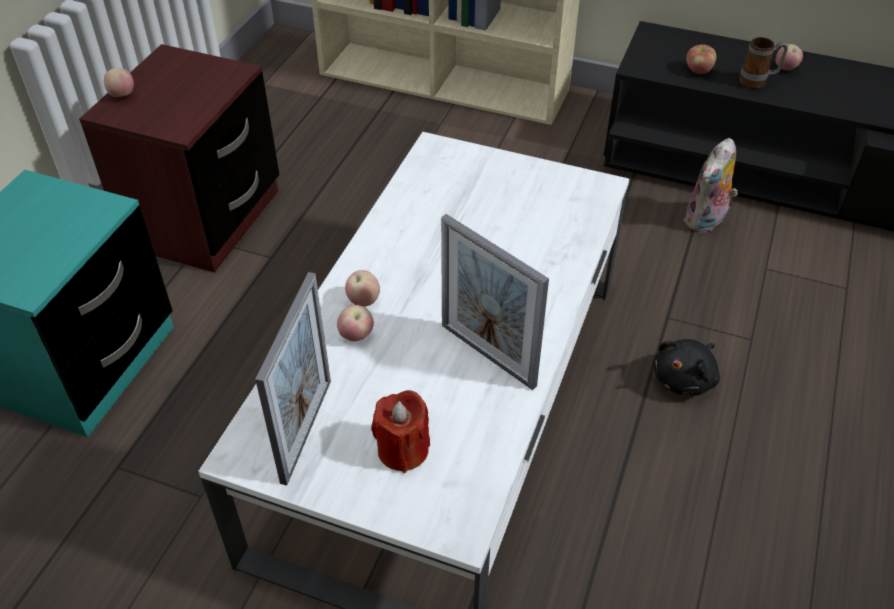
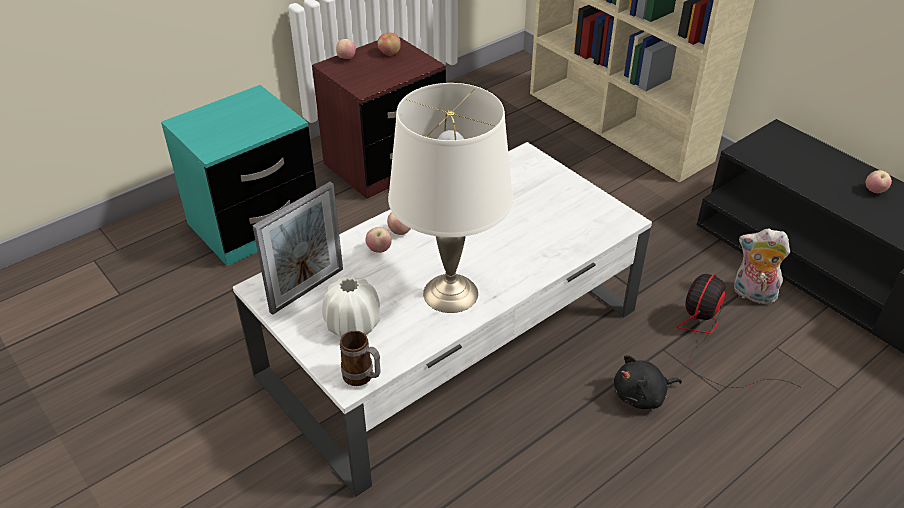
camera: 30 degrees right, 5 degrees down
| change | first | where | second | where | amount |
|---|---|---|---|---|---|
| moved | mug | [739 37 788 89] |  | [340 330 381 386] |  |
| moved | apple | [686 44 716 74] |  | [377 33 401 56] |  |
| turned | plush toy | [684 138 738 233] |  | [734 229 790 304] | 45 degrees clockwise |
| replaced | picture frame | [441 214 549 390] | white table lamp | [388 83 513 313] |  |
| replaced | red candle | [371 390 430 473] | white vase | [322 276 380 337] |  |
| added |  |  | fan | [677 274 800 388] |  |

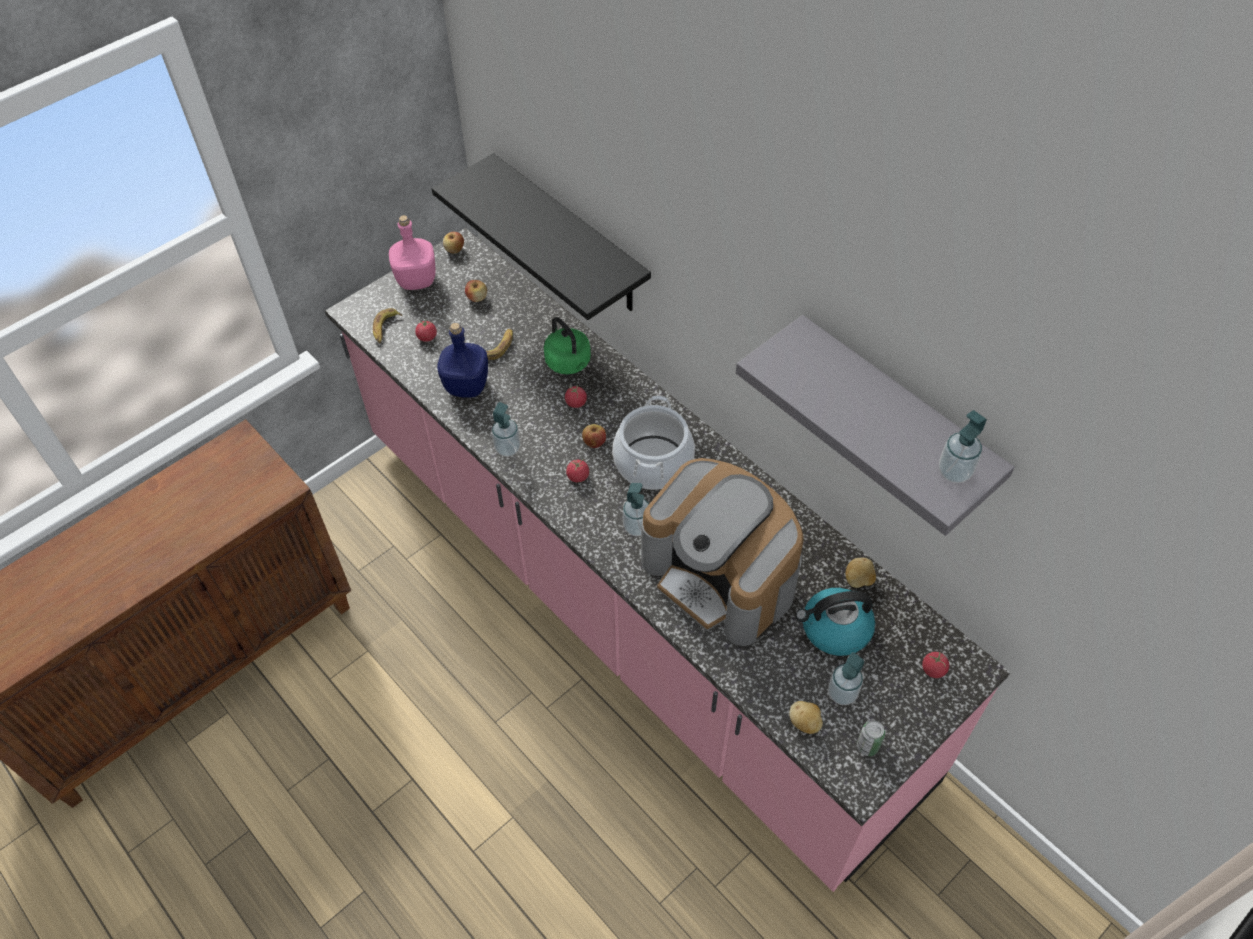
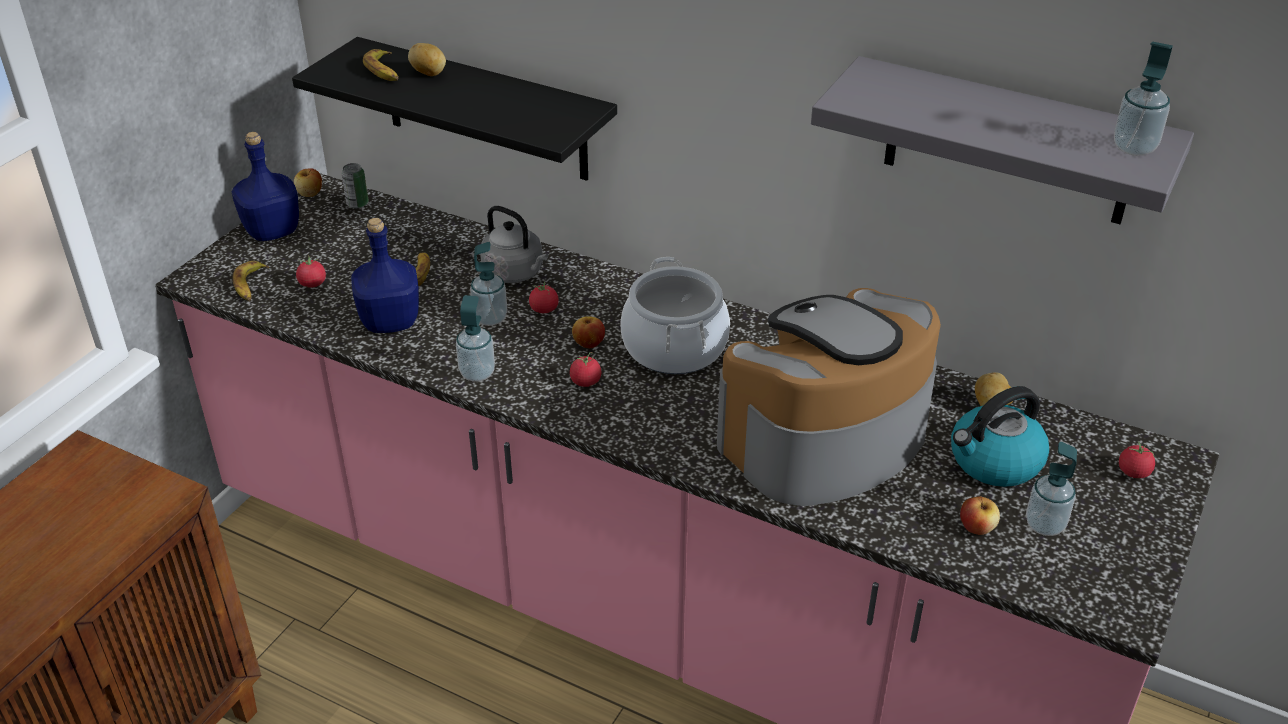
camera: 20 degrees left, 15 degrees down
| change | first | where | second | where | amount |
|---|---|---|---|---|---|
| recoloured | pink bottle | [389 215 436 290] | blue bottle | [232 132 299 241] |  |
| moved | apple | [465 280 487 302] |  | [960 496 1000 535] |  |
| recoloured | green kettle | [544 317 591 374] | grey kettle | [480 206 548 283] |  |
| turned | coffee machine | [641 458 804 646] |  | [717 288 941 506] | 120 degrees clockwise |
| moved | soap dispenser | [623 483 649 536] |  | [470 242 507 326] |  |
| moved | potato | [789 701 823 734] |  | [408 43 446 76] |  |
| moved | can | [857 721 885 756] |  | [342 163 369 208] |  |
| added |  |  | banana | [363 49 399 81] |  |

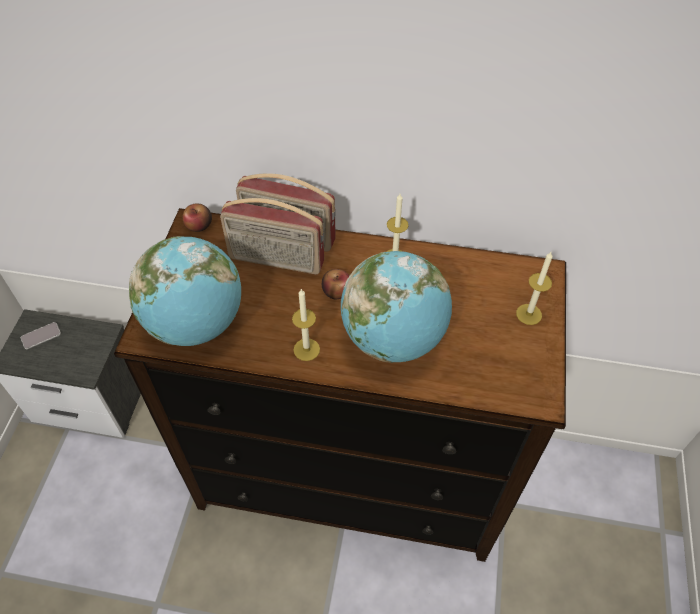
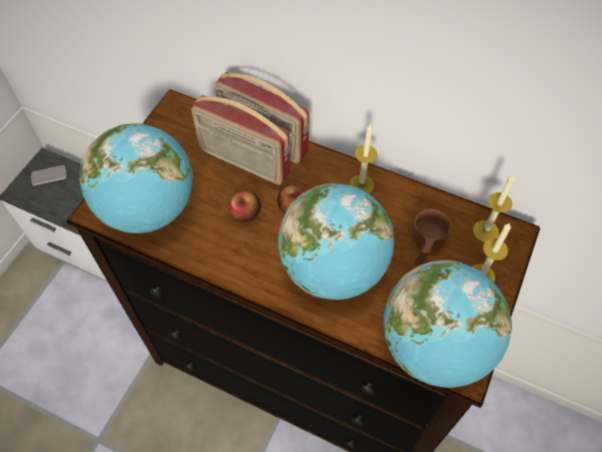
camera: 15 degrees right, 5 degrees up
| change | first | where | second | where | amount |
|---|---|---|---|---|---|
| moved | apple | [182 203 212 232] |  | [229 191 261 222] |  |
| moved | candle | [292 288 320 361] |  | [473 174 515 242] |  |
| added |  |  | brown cup | [412 209 452 265] |  |
| added |  |  | globe | [383 261 512 388] |  |

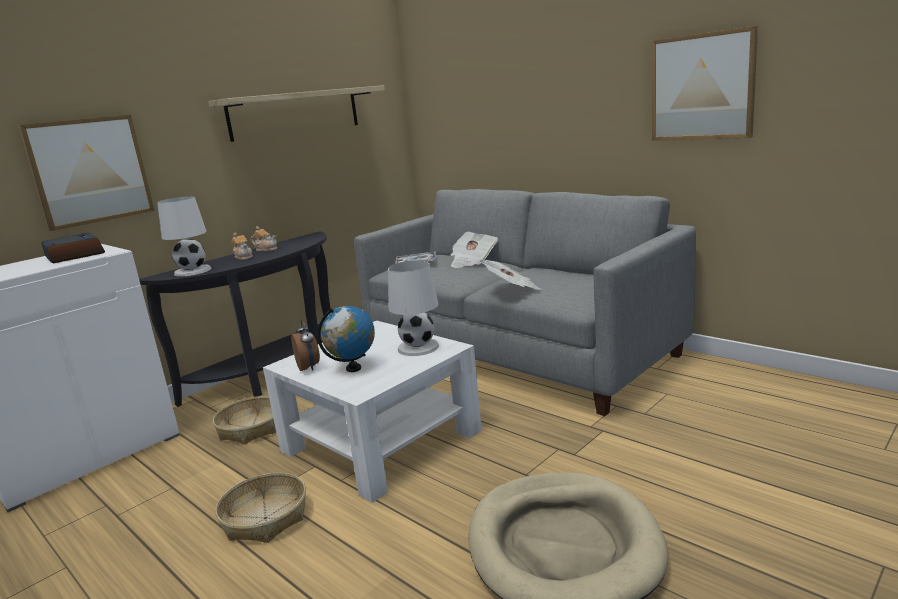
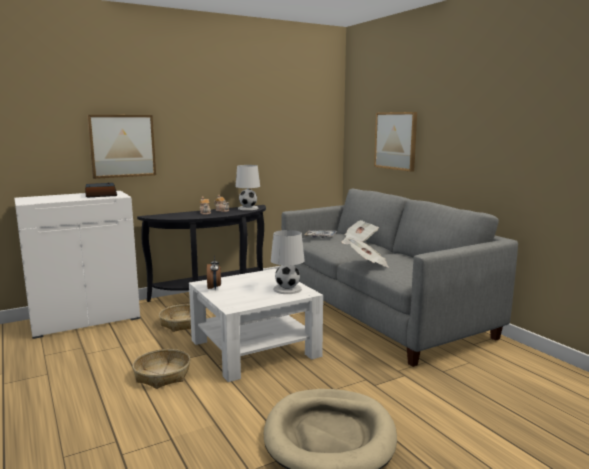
camera: 15 degrees right, 5 degrees down
| change | first | where | second | where | amount |
|---|---|---|---|---|---|
| moved | picture | [652 26 758 141] |  | [374 112 417 172] |  |
| removed | shelf | [208 85 385 142] |  |  |  |
| moved | white table lamp | [157 196 211 276] |  | [235 165 260 210] |  |
| removed | globe | [317 306 375 372] |  |  |  |

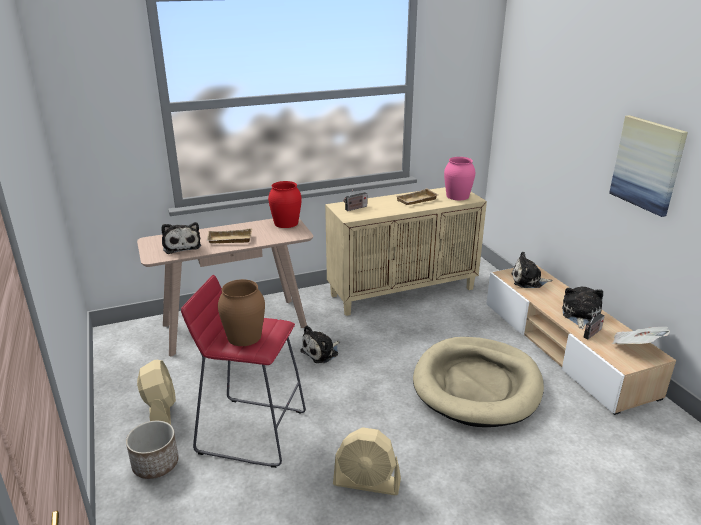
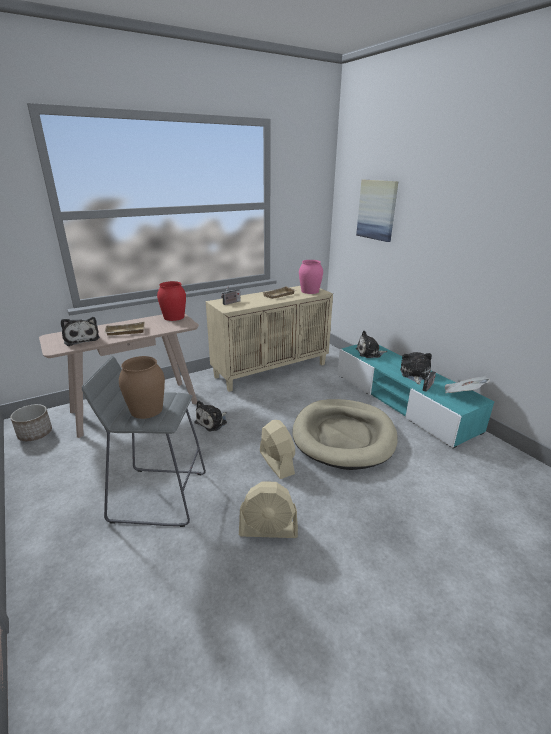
camera: 10 degrees left, 0 degrees up
| change | first | where | second | where | amount |
|---|---|---|---|---|---|
| moved | picture | [609 115 688 217] |  | [356 180 399 242] |  |
| recoloured | beige tv stand | [486 265 676 415] | turquoise tv stand | [337 344 495 449] |  |
| recoloured | red stool | [181 275 306 468] | grey stool | [82 356 206 527] |  |
| moved | beige fan | [137 360 176 425] |  | [260 420 295 479] |  |
| moved | planter | [126 421 179 479] |  | [10 404 52 441] |  |

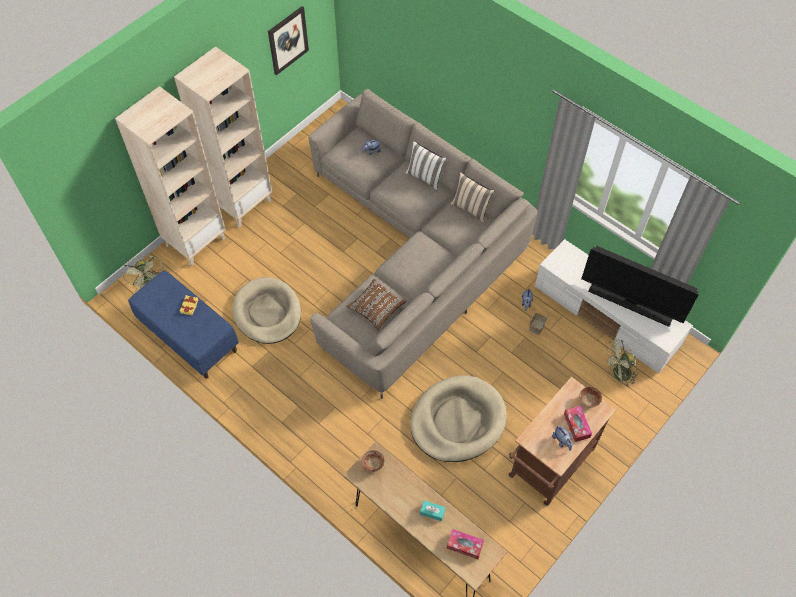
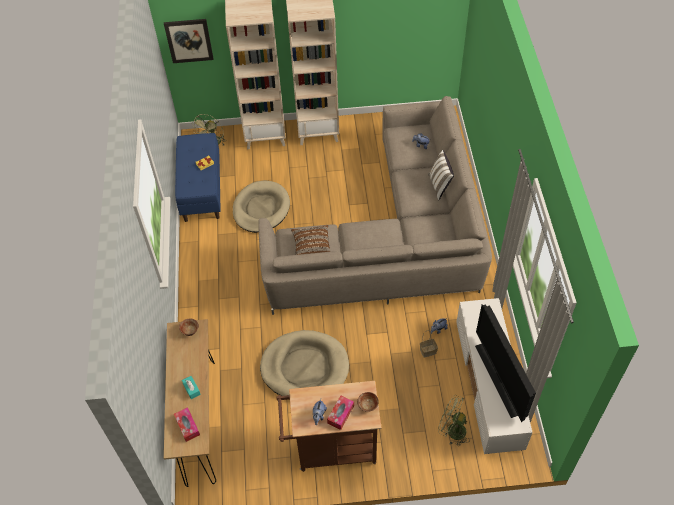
camera: 45 degrees right, 5 degrees down
| change | first | where | second | where | amount |
|---|---|---|---|---|---|
| moved | picture | [268 6 309 75] |  | [164 19 214 63] |  |
| removed | beige pillow | [451 172 495 223] |  |  |  |

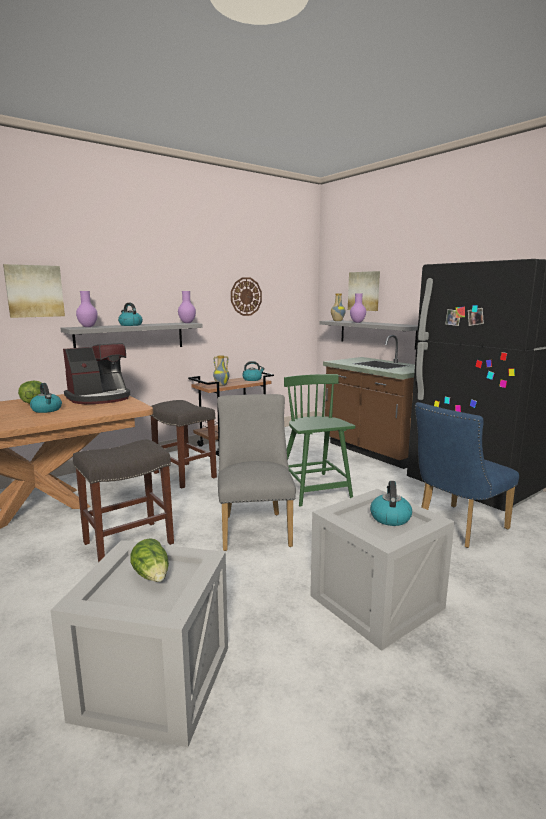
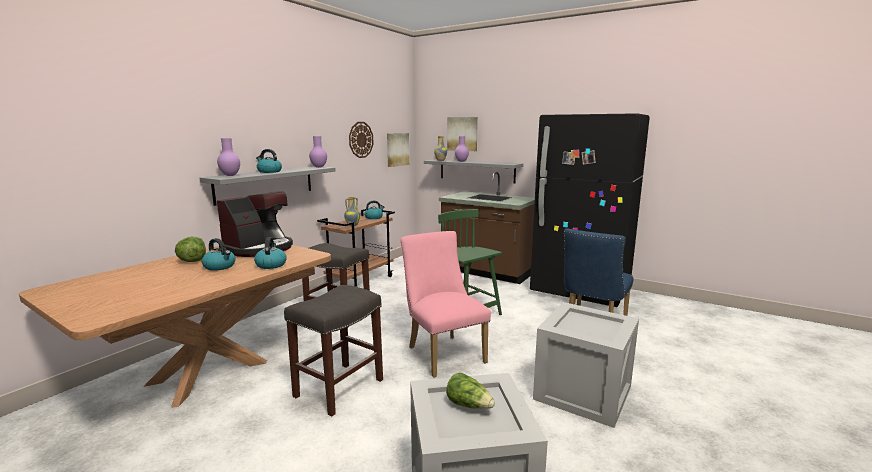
camera: 20 degrees left, 0 degrees up
| change | first | where | second | where | amount |
|---|---|---|---|---|---|
| moved | picture | [3 264 65 318] |  | [387 133 409 167] |  |
| recoloured | grey chair | [217 394 296 551] | pink chair | [401 231 491 378] |  |
| moved | kettle | [370 481 412 526] |  | [254 237 287 269] |  |

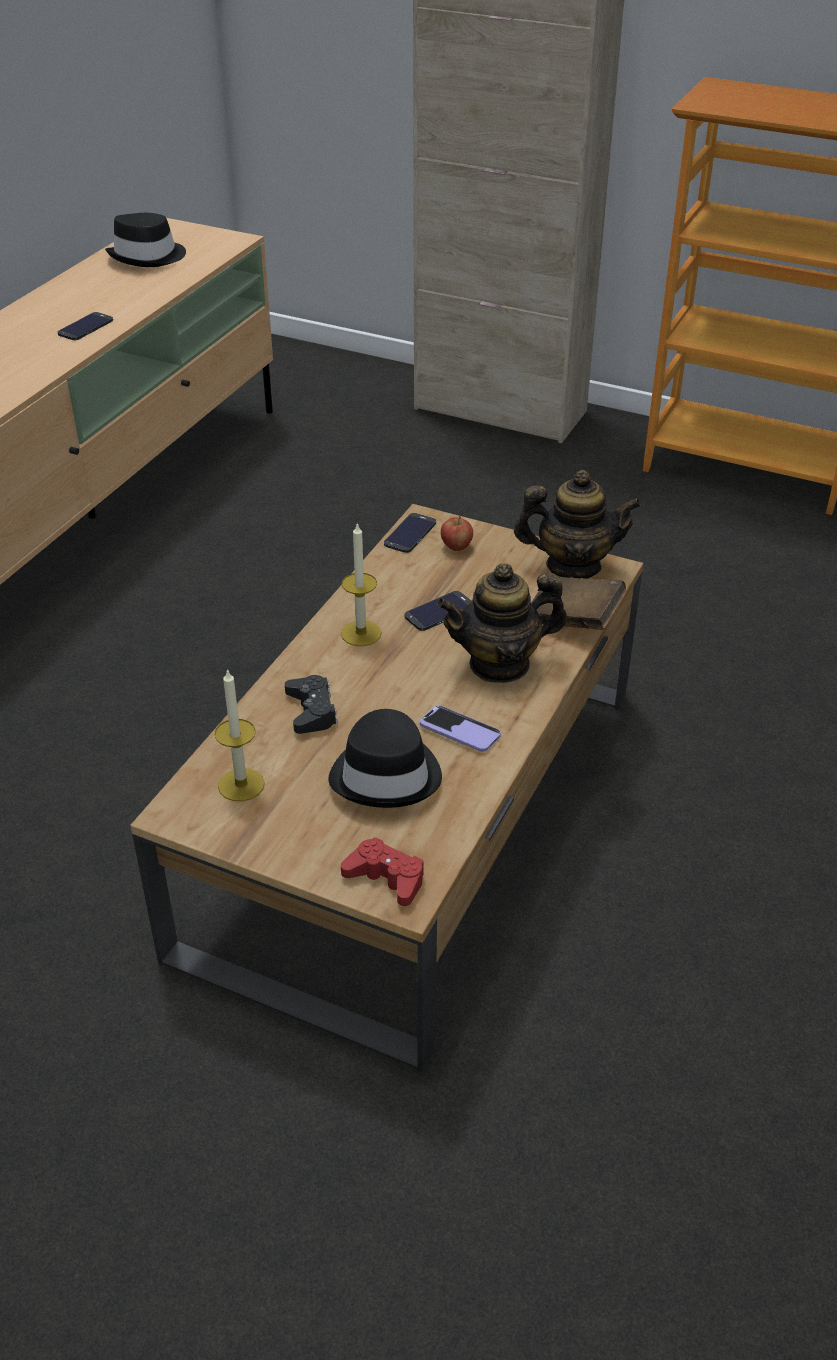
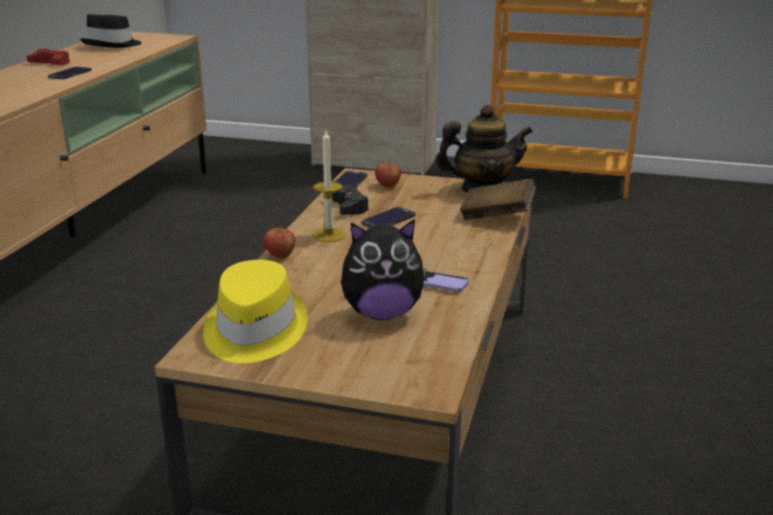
camera: 10 degrees left, 15 degrees down
| change | first | where | second | where | amount |
|---|---|---|---|---|---|
| removed | teapot | [437 563 567 683] |  |  |  |
| replaced | candle | [214 669 265 801] | yellow hat | [203 260 308 363] |  |
| moved | black game controller | [285 675 338 734] |  | [332 185 369 215] |  |
| replaced | black hat | [328 709 442 808] | plush toy | [341 219 427 320] |  |
| moved | red game controller | [341 837 423 906] |  | [27 49 70 65] |  |
| added |  |  | apple | [263 224 295 259] |  |

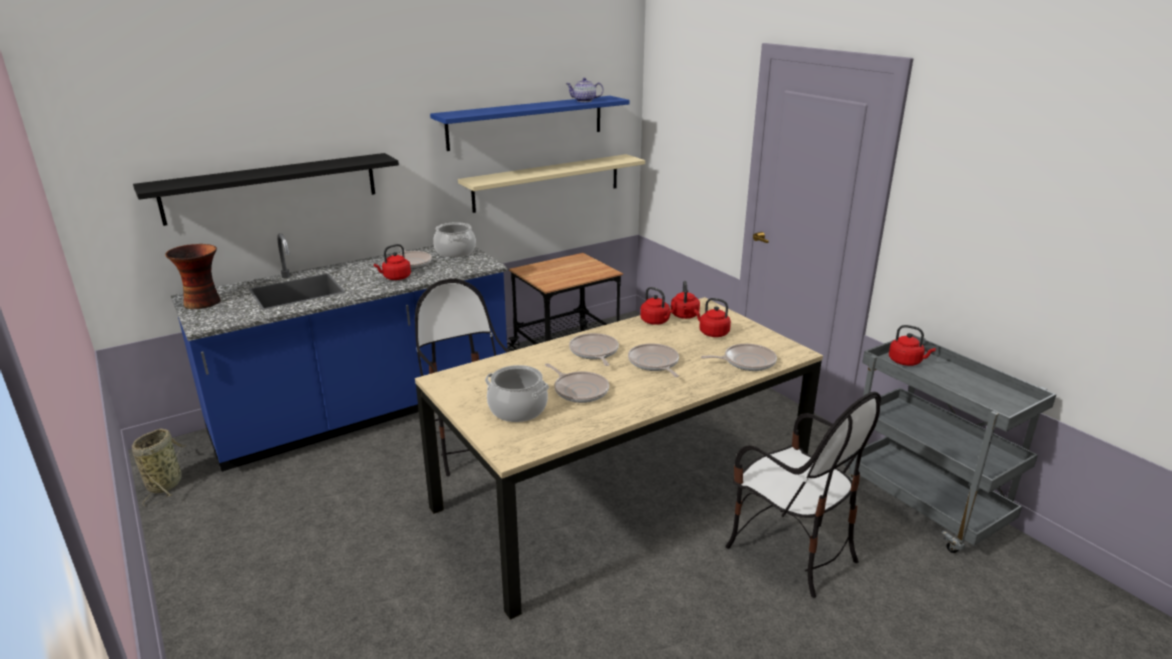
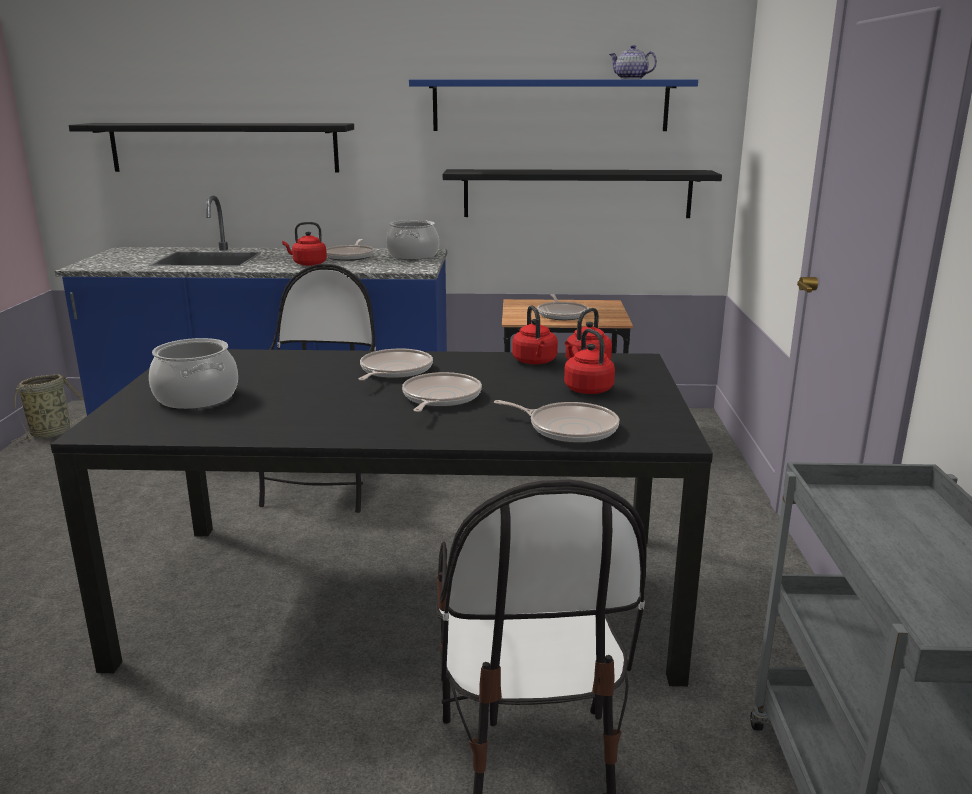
camera: 35 degrees right, 5 degrees down
| change | first | where | second | where | amount |
|---|---|---|---|---|---|
| recoloured | beige shelf | [458 154 645 213] | black shelf | [443 169 722 218] |  |
| removed | vase | [165 244 221 309] |  |  |  |
| recoloured | beige dining table | [415 297 823 620] | black dining table | [50 349 713 687] |  |
| removed | red kettle | [889 325 936 366] |  |  |  |
| moved | frying pan | [545 363 609 403] |  | [537 294 589 320] |  |

